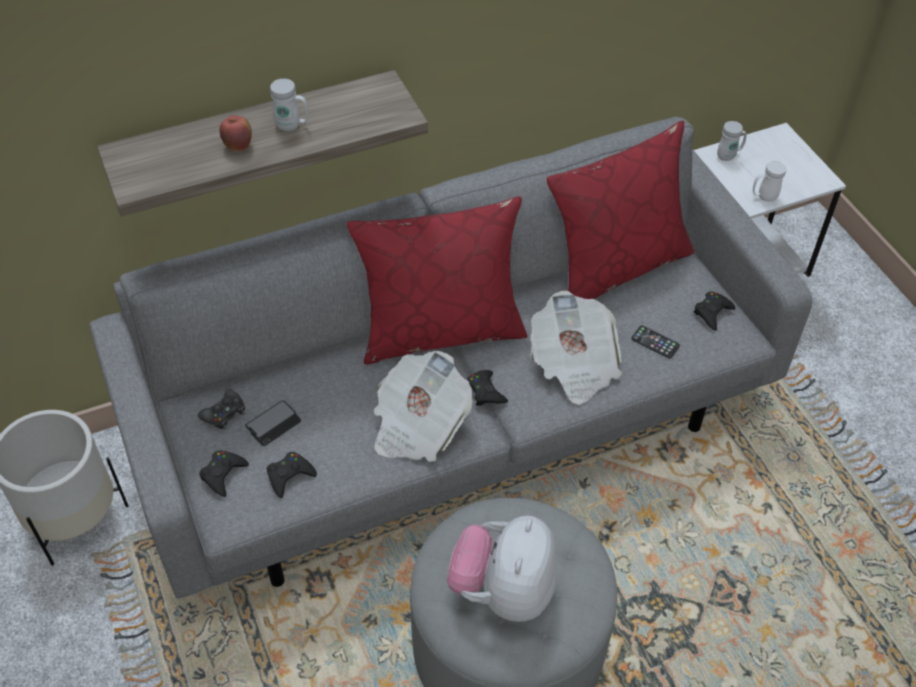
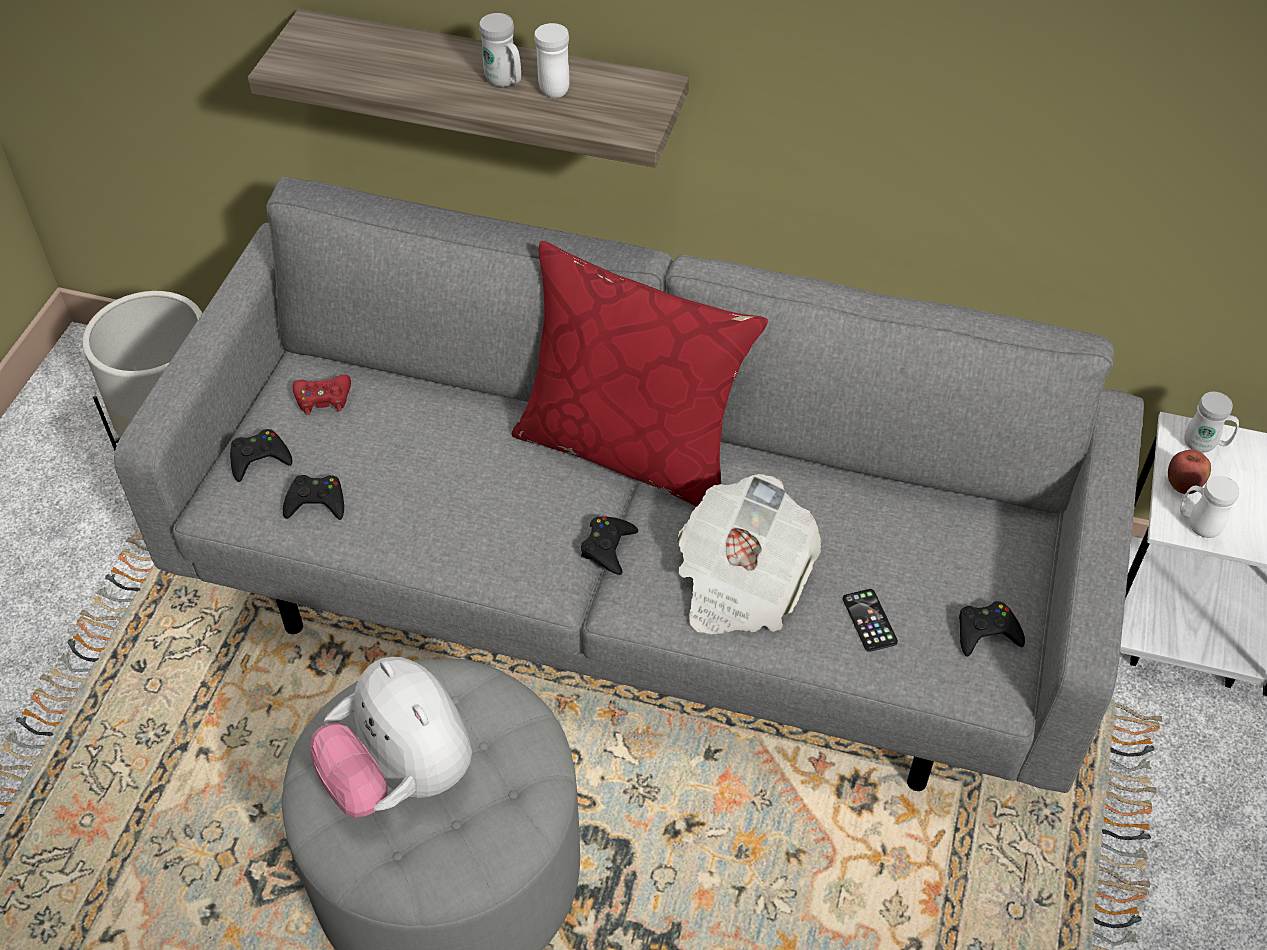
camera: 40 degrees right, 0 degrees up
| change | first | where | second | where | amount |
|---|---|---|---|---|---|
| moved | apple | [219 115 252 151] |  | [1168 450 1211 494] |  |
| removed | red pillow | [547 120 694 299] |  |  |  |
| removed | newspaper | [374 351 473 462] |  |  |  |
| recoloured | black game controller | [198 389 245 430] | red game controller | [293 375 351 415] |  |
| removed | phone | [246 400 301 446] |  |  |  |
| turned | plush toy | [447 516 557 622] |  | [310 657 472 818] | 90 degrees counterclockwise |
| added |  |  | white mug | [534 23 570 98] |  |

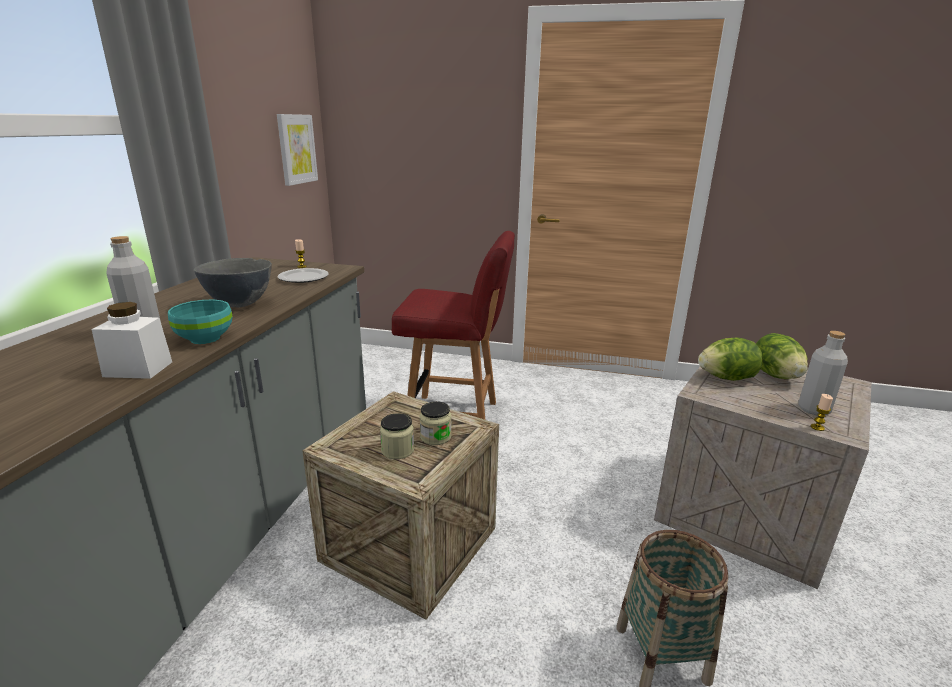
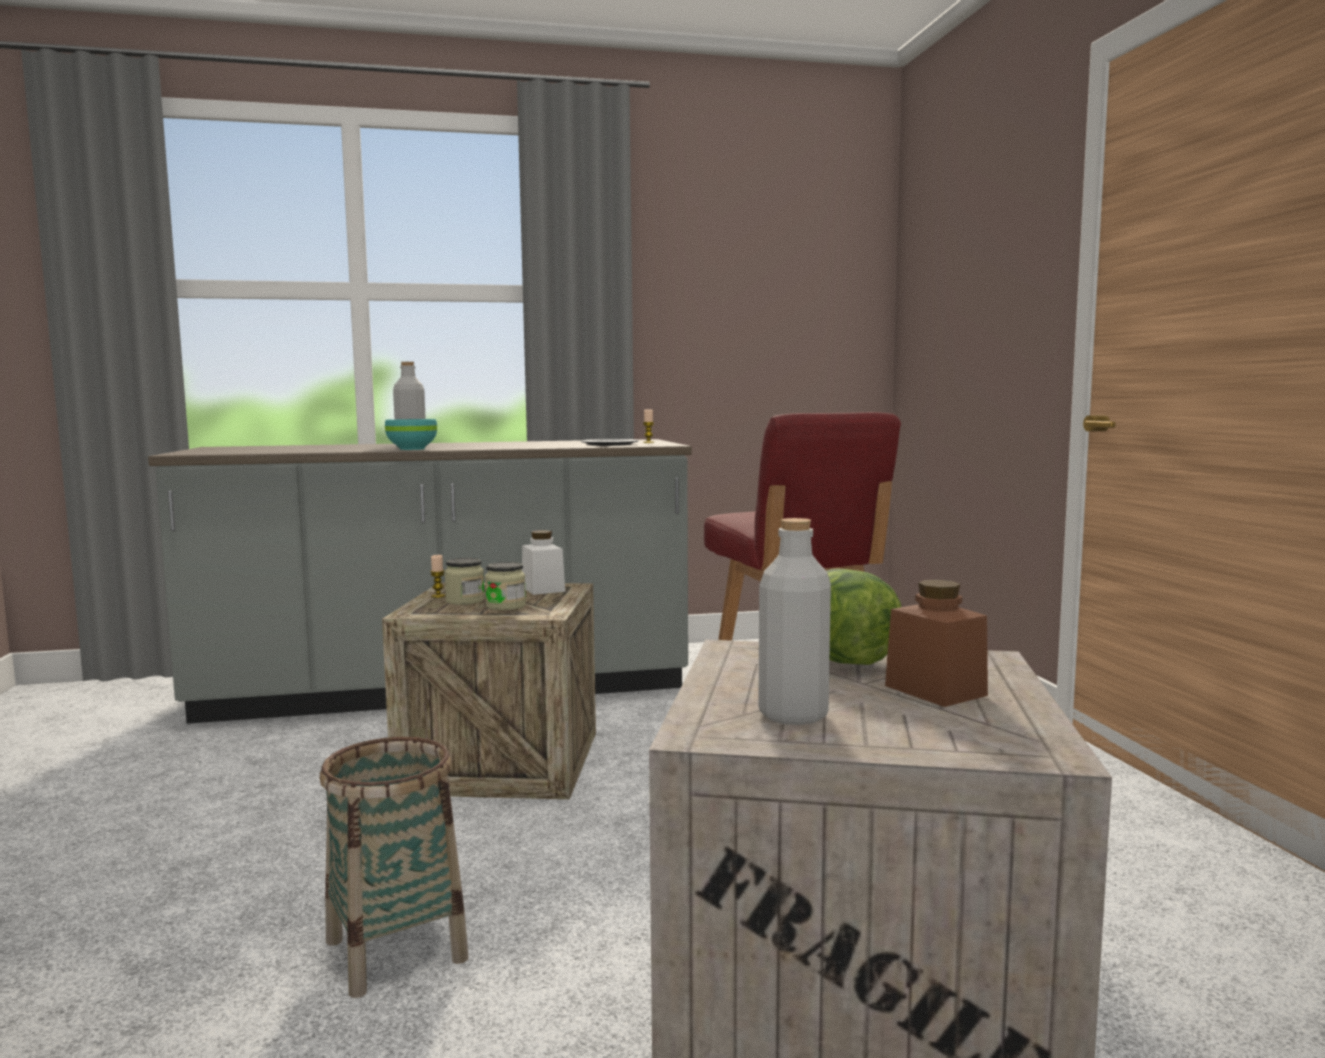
camera: 65 degrees right, 15 degrees down
| change | first | where | second | where | amount |
|---|---|---|---|---|---|
| removed | picture | [277 114 318 186] |  |  |  |
| removed | grey bowl | [194 258 272 307] |  |  |  |
| moved | white jar | [91 302 172 379] |  | [522 530 565 595] |  |
| replaced | lettuce | [756 333 808 379] | brown jar | [885 580 988 707] |  |
| moved | candle | [811 394 833 431] |  | [430 555 446 598] |  |

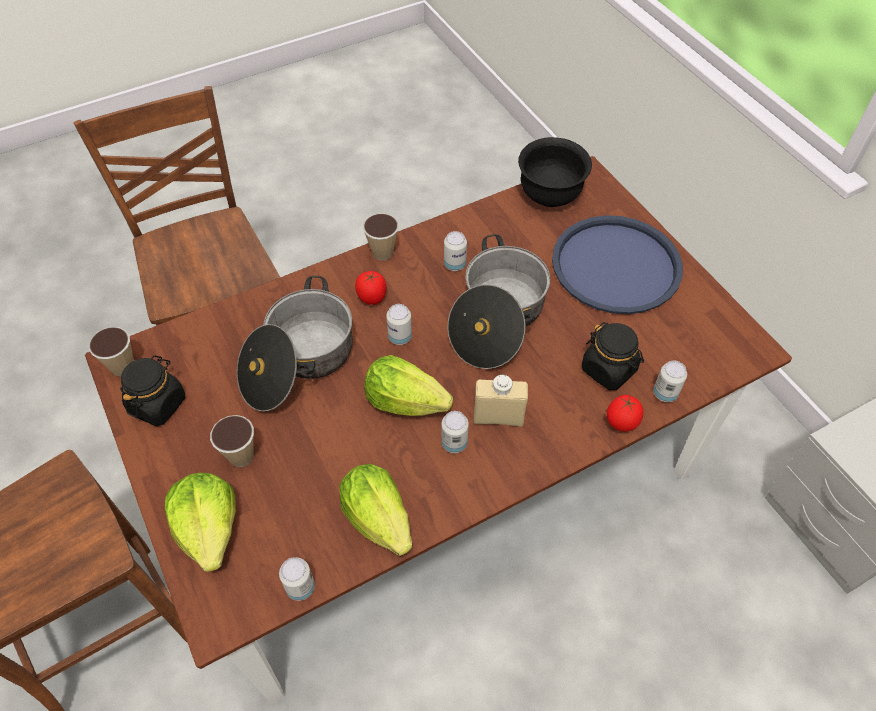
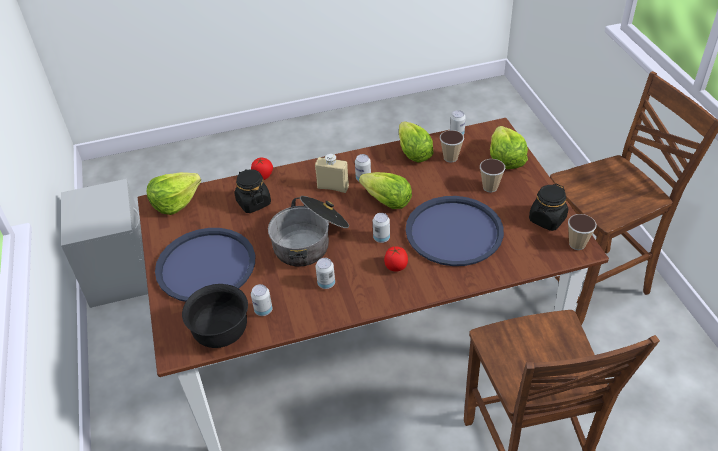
camera: 165 degrees left, 10 degrees down
| change | first | where | second | where | amount |
|---|---|---|---|---|---|
| moved | cup | [363 213 399 260] |  | [440 130 464 162] |  |
| replaced | cooking pot | [237 276 352 411] | blue tray | [406 196 504 266] |  |
| moved | can | [653 361 687 402] |  | [251 284 272 316] |  |
| added |  |  | lettuce | [147 172 201 215] |  |

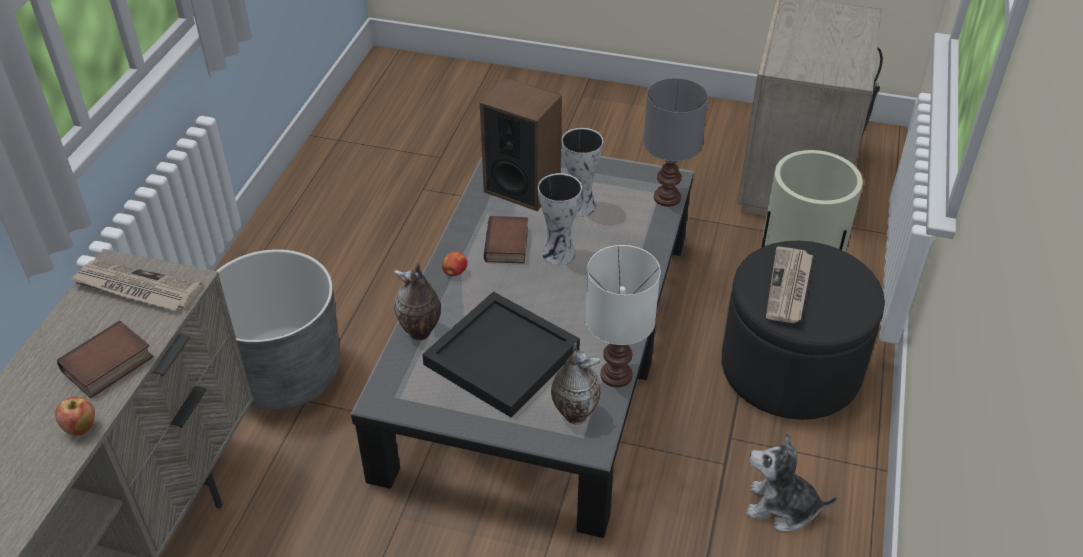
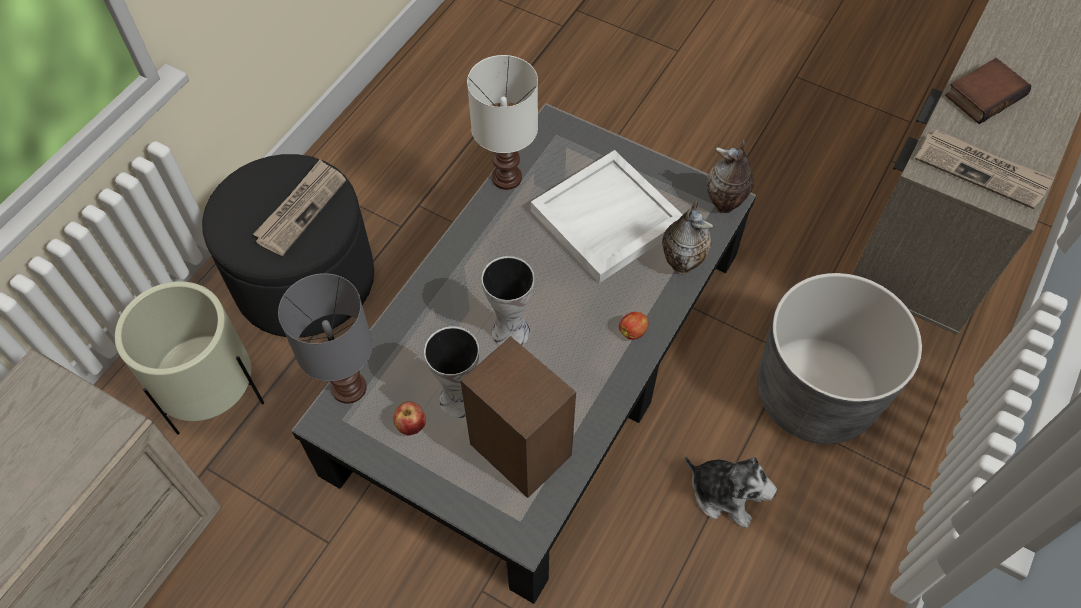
camera: 165 degrees left, 15 degrees up
| change | first | where | second | where | amount |
|---|---|---|---|---|---|
| removed | book | [484 216 528 264] |  |  |  |
| recoloured | black tray | [422 291 580 417] | white tray | [531 150 683 283] |  |
| moved | vase | [551 342 601 425] |  | [707 140 754 213] |  |
| moved | apple | [55 397 95 435] |  | [393 401 426 435] |  |
| moved | plush toy | [746 432 837 531] |  | [685 456 777 528] |  |

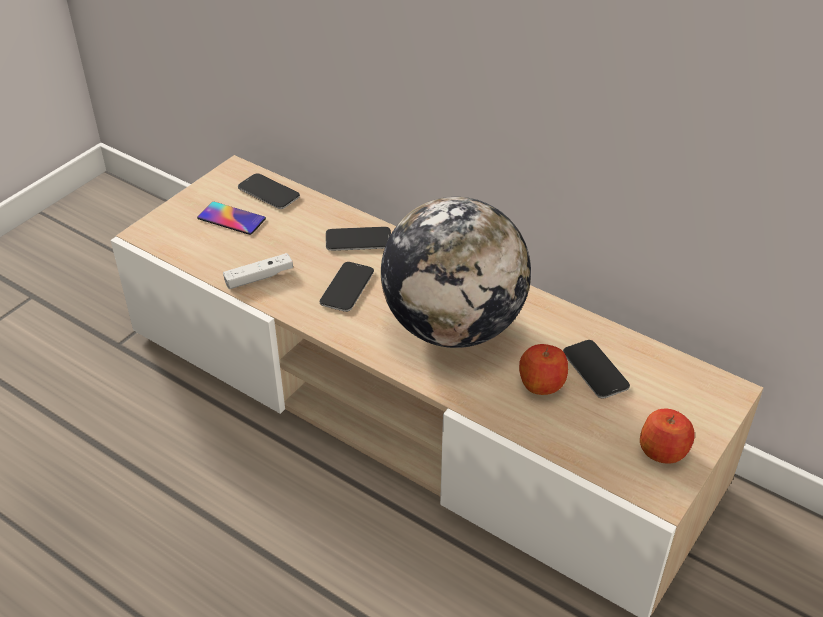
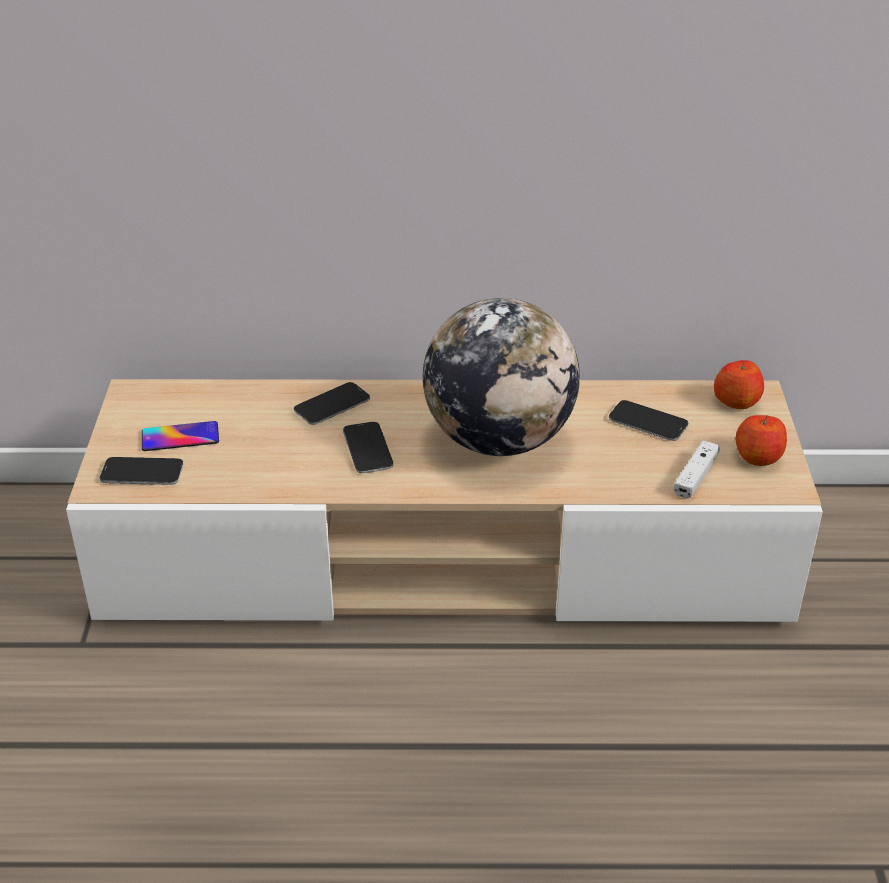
camera: 35 degrees left, 5 degrees down
| change | first | where | second | where | amount |
|---|---|---|---|---|---|
| moved | phone | [238 173 300 209] |  | [100 457 183 485] |  |
| moved | white game controller | [223 253 293 289] |  | [674 440 720 498] |  |
| moved | apple | [519 344 568 395] |  | [714 360 764 409] |  |

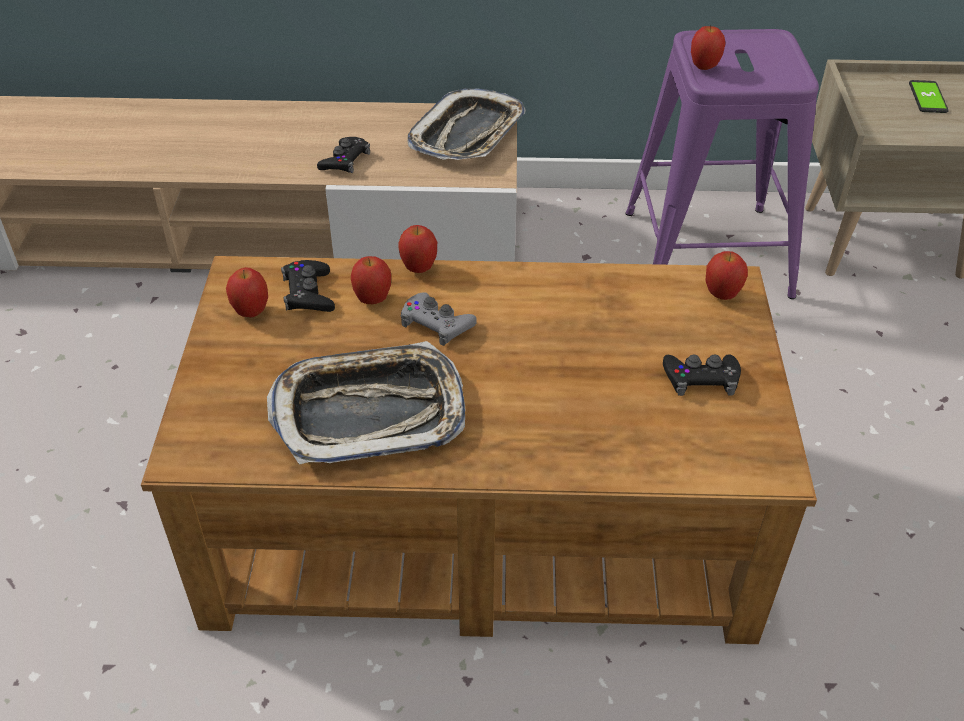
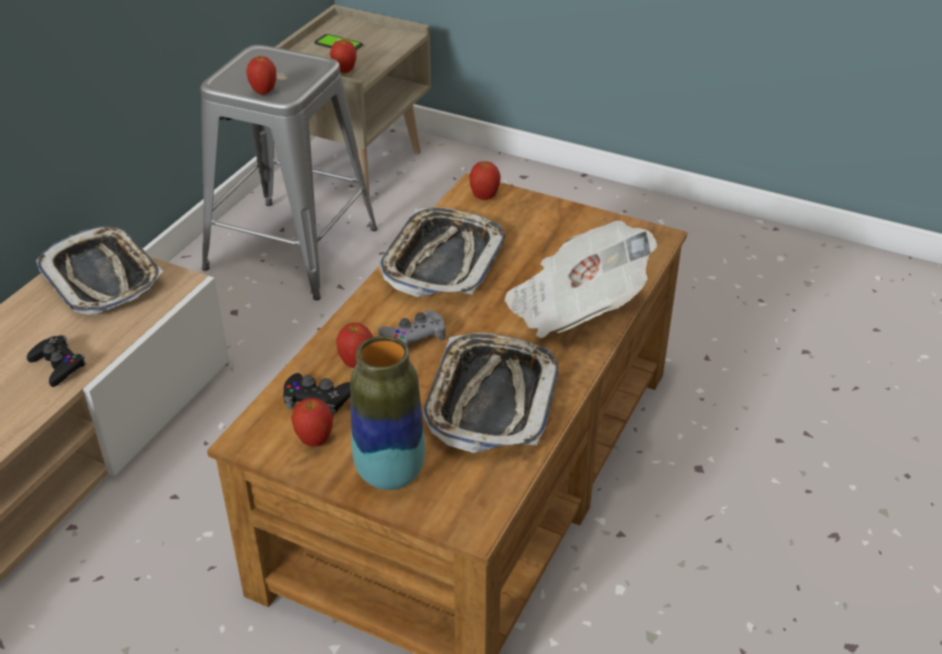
camera: 65 degrees left, 5 degrees down
| change | first | where | second | where | amount |
|---|---|---|---|---|---|
| recoloured | purple stool | [626 29 819 299] | grey stool | [200 45 378 300] |  |
| moved | apple | [398 225 437 273] |  | [330 40 357 73] |  |
| removed | black game controller | [663 354 741 396] |  |  |  |
| added |  |  | tray | [379 207 505 297] |  |
| added |  |  | newspaper | [504 221 658 338] |  |
| added |  |  | vase | [350 336 425 490] |  |

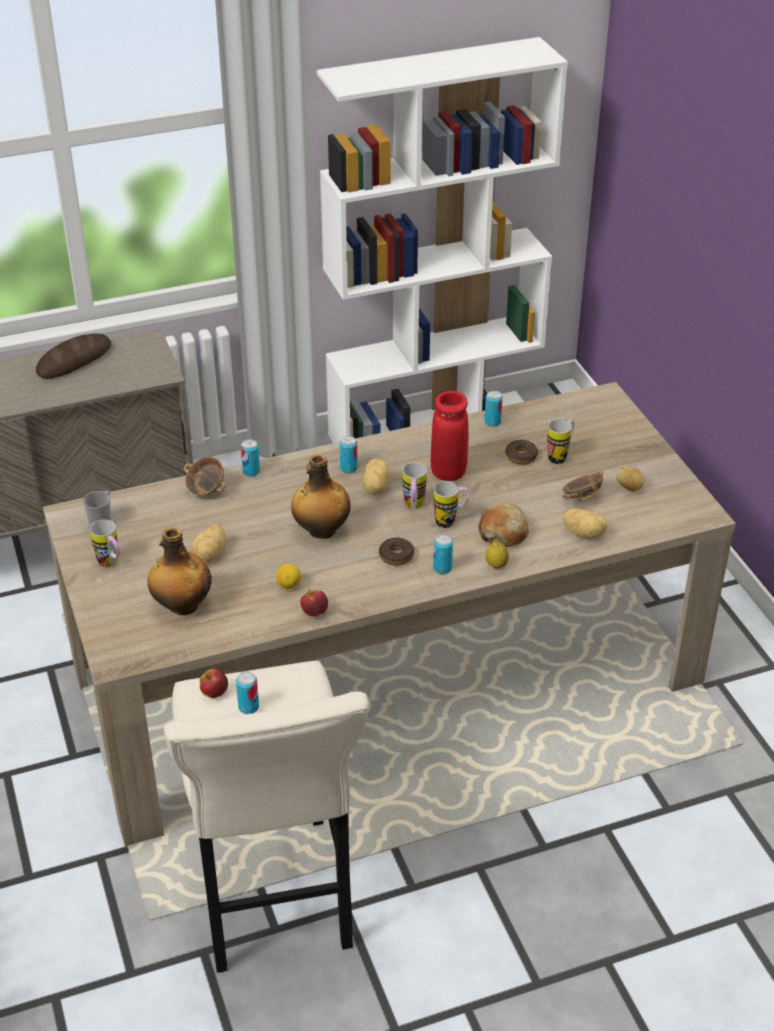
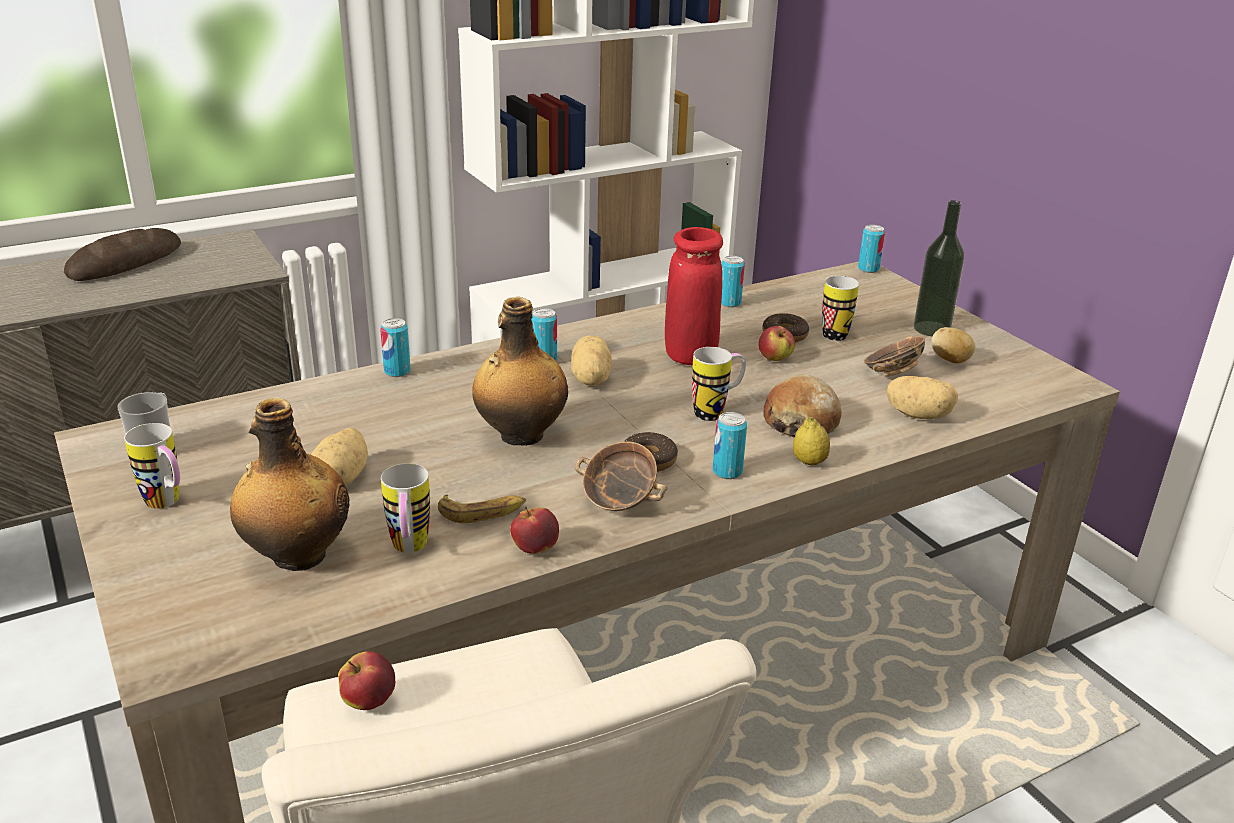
camera: 10 degrees left, 10 degrees down
| change | first | where | second | where | amount |
|---|---|---|---|---|---|
| moved | bowl | [184 457 227 496] |  | [575 442 668 511] |  |
| moved | mug | [402 463 427 509] |  | [381 463 430 553] |  |
| replaced | lemon | [276 564 301 589] | banana | [438 494 526 523] |  |
| moved | can | [236 672 259 714] |  | [858 225 885 273] |  |
| added |  |  | bottle | [914 200 964 336] |  |
| added |  |  | apple | [758 326 795 361] |  |

